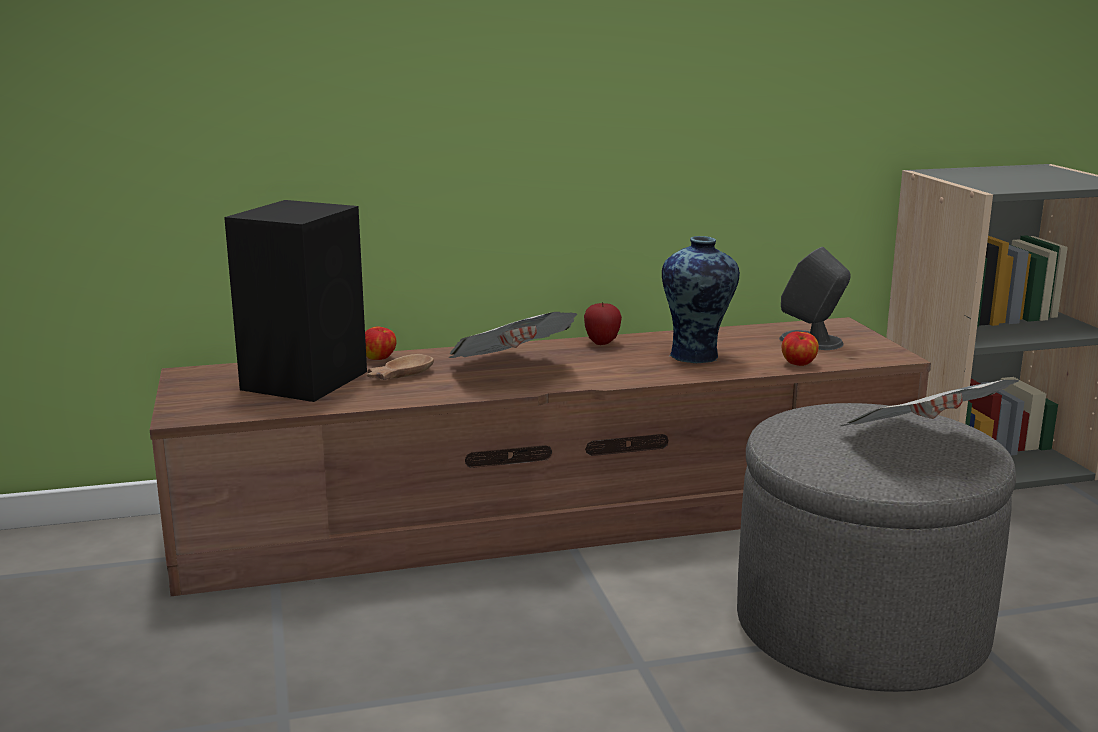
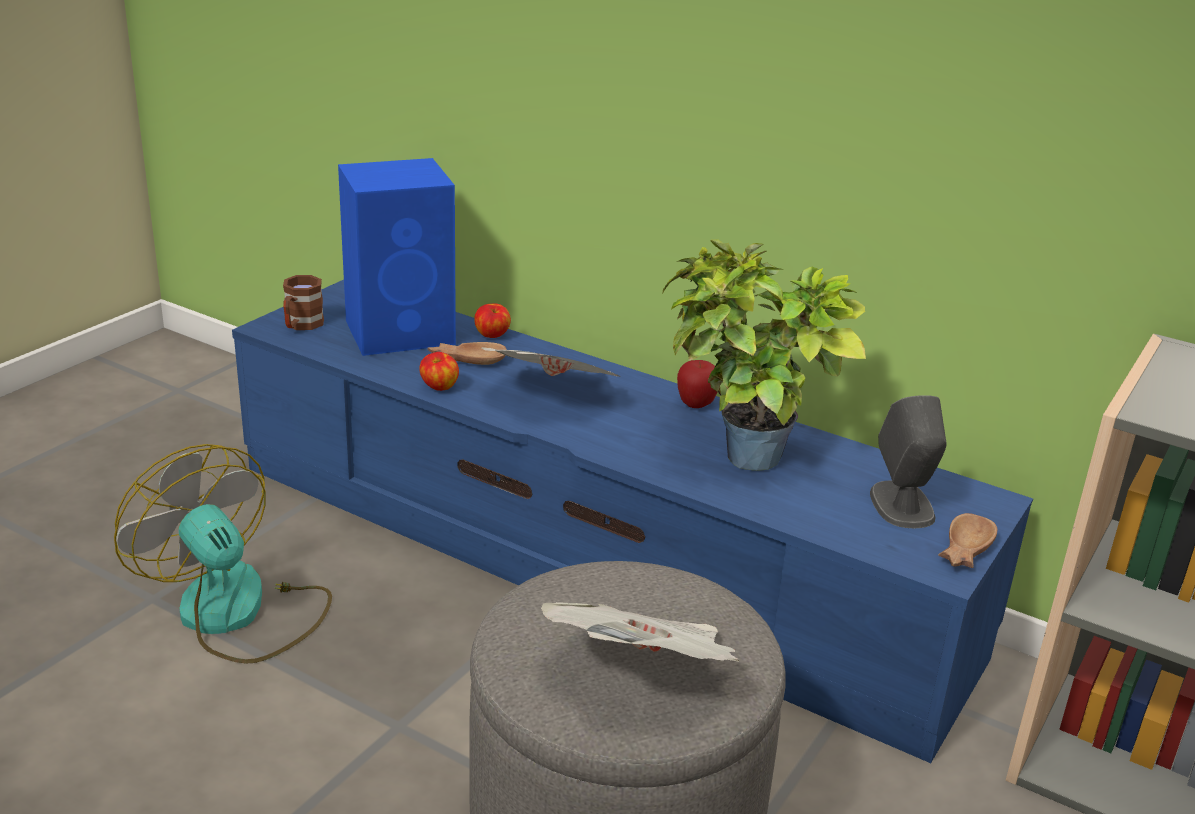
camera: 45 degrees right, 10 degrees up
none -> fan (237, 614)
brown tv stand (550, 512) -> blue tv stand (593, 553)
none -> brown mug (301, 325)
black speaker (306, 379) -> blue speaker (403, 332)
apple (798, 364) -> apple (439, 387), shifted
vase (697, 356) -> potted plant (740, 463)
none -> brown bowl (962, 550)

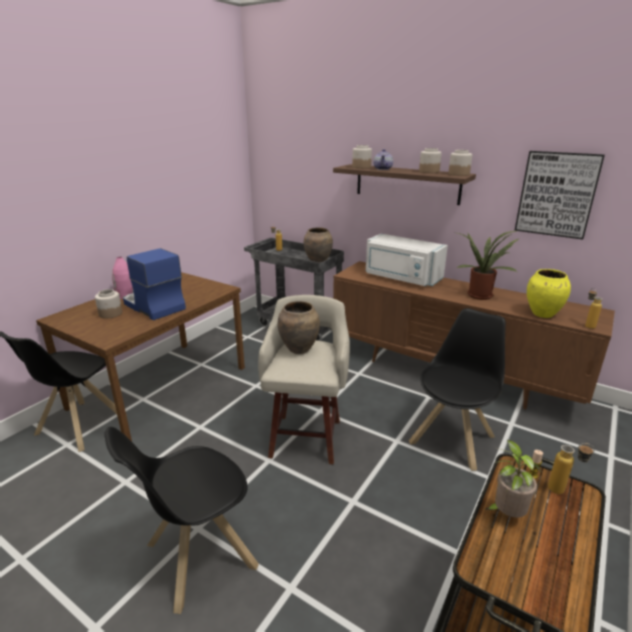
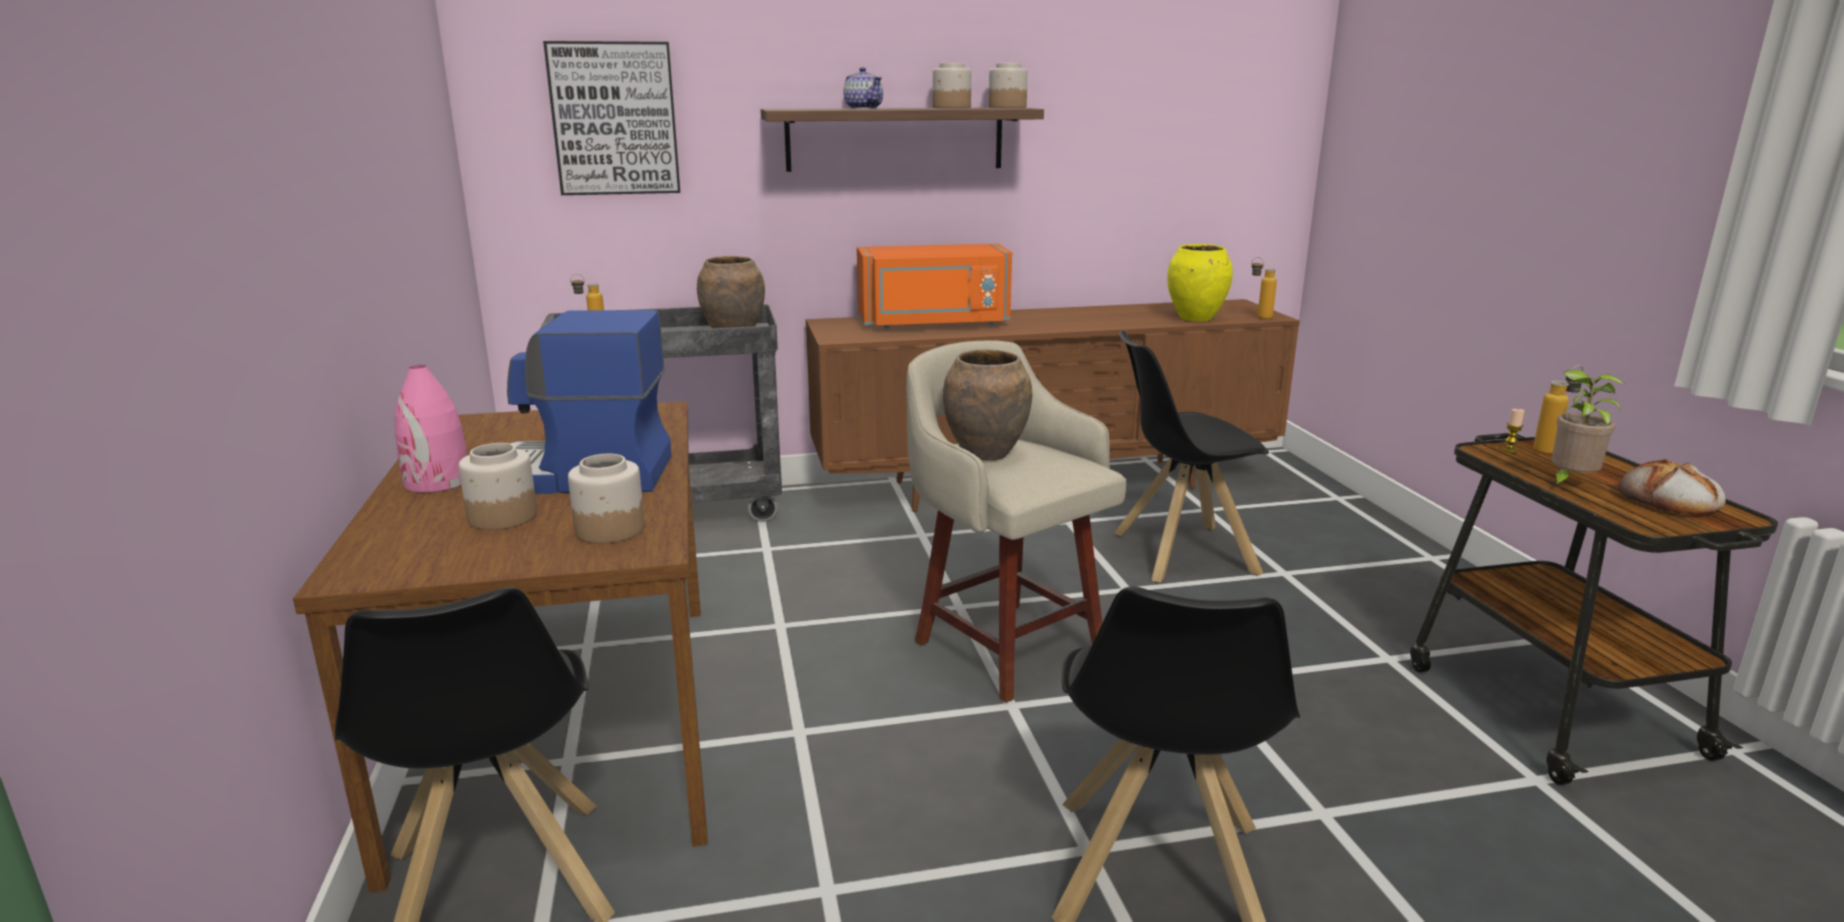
camera: 45 degrees left, 5 degrees down
picture (557, 194) -> picture (614, 119), shifted
jar (361, 167) -> jar (609, 530), shifted
white microwave (401, 278) -> orange microwave (934, 323)
black chair (453, 438) -> black chair (1179, 553), 90 degrees counterclockwise
none -> bread (1669, 499)
potted plant (480, 294) -> none

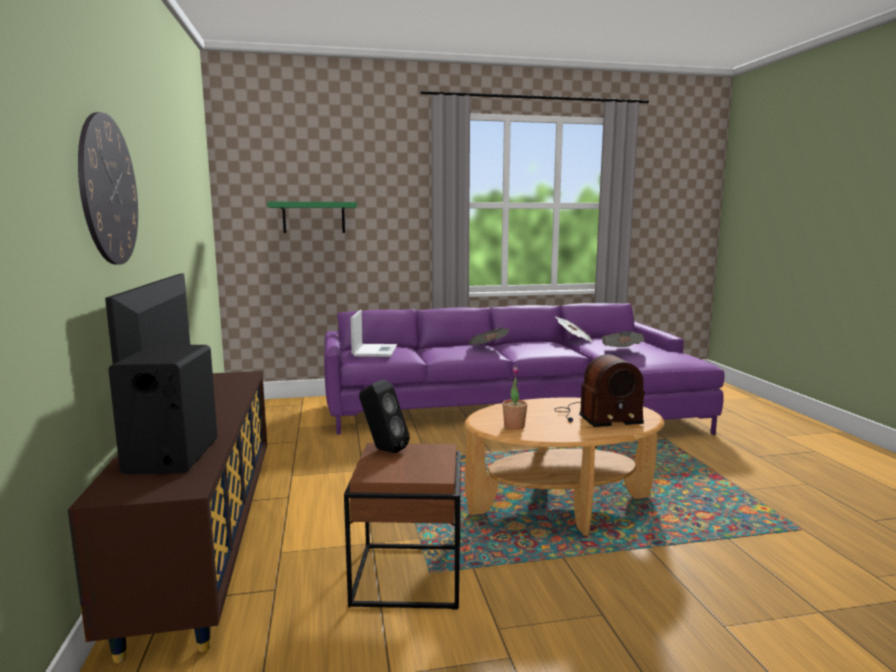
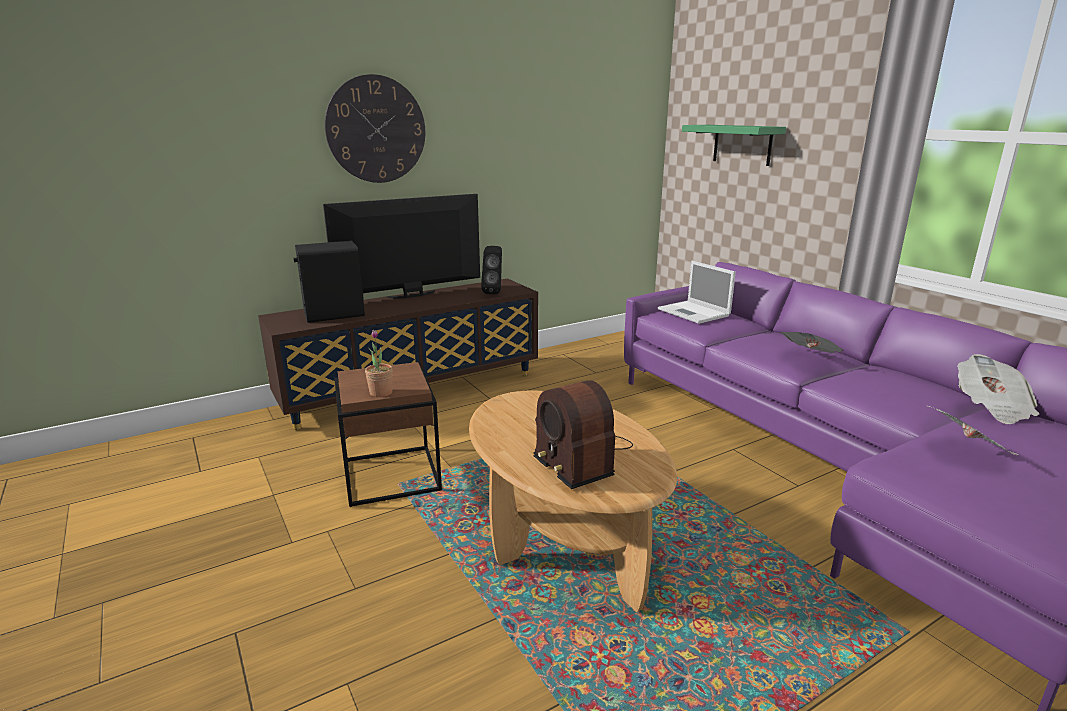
camera: 70 degrees right, 10 degrees up
potted plant (514, 426) -> potted plant (381, 393), shifted
black speaker (383, 450) -> black speaker (494, 292), shifted
laptop (375, 350) -> laptop (694, 313), 75 degrees clockwise

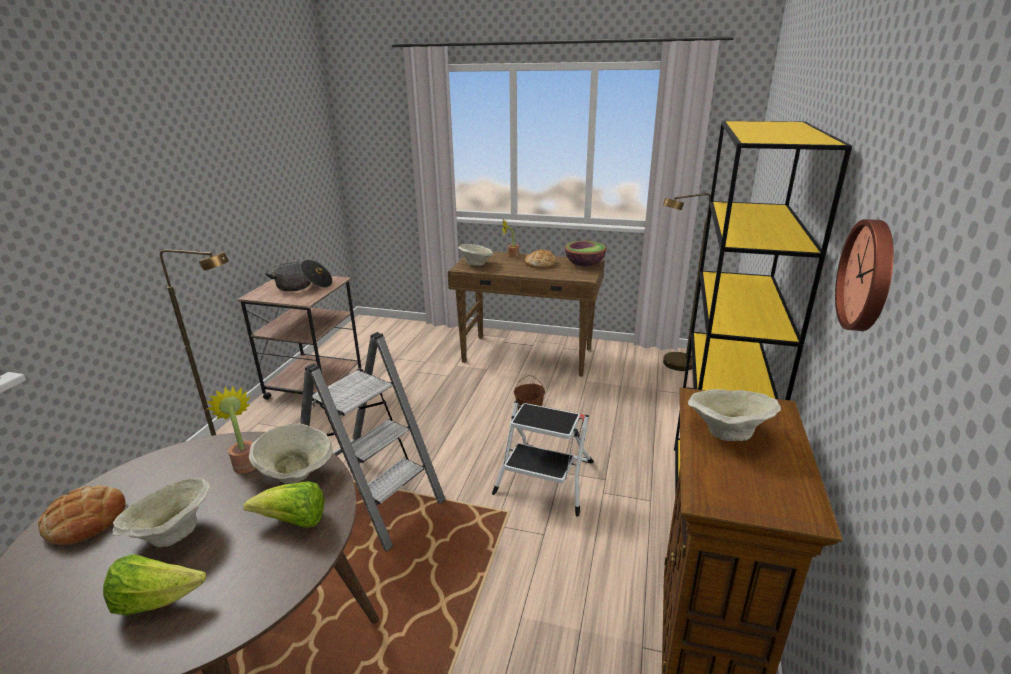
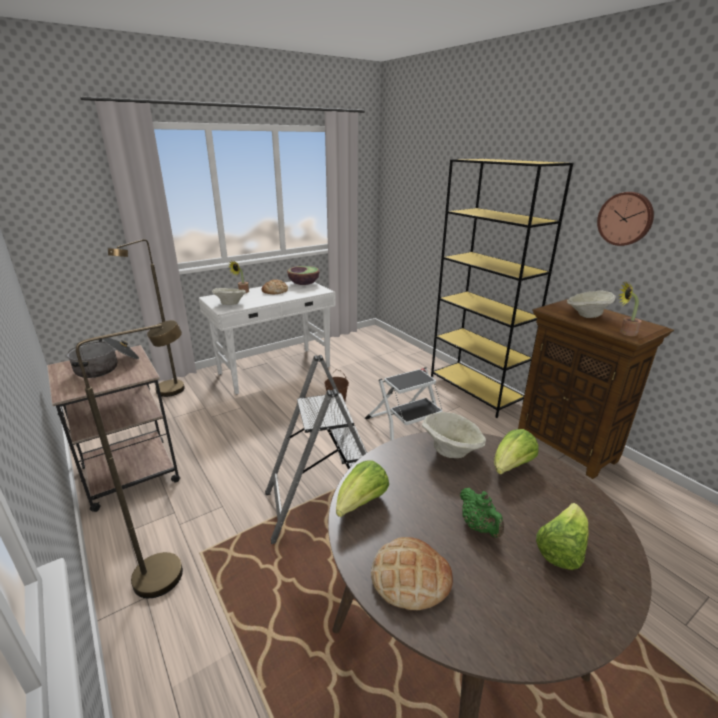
camera: 50 degrees left, 0 degrees up
brown floor lamp (672, 366) -> brown floor lamp (166, 393), shifted
brown console table (528, 355) -> white console table (275, 370)
none -> lettuce (361, 503)
beige bowl (172, 534) -> green teapot (479, 527)
potted plant (245, 462) -> potted plant (624, 333), shifted

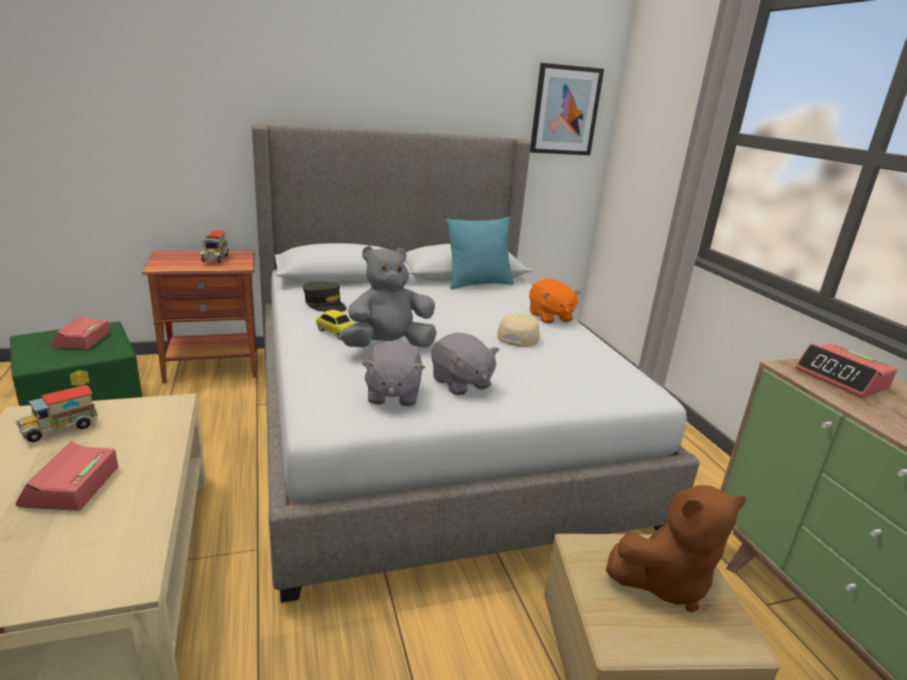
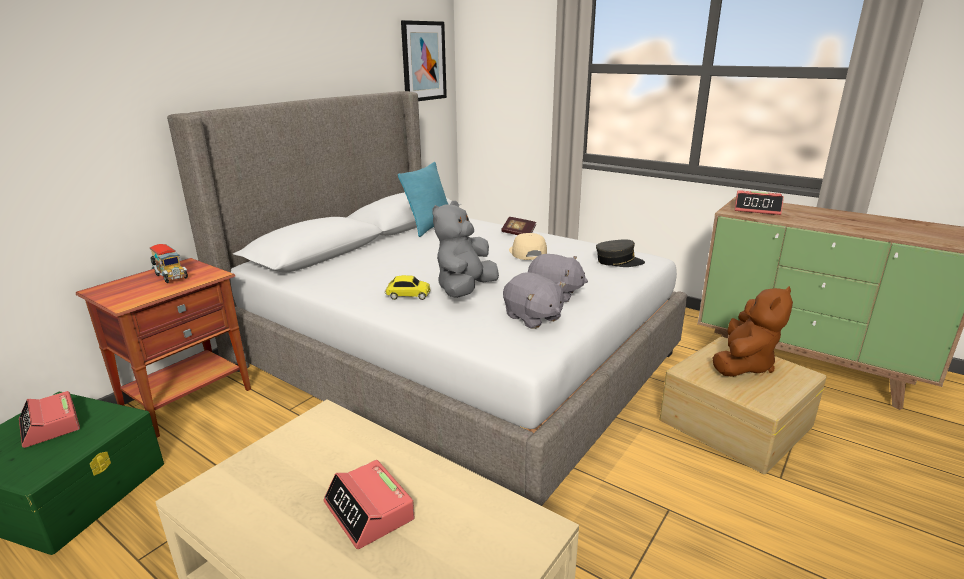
camera: 35 degrees left, 0 degrees up
orange plush toy (550, 317) -> book (518, 233)
grey cap (325, 305) -> grey cap (618, 261), shifted
toy truck (59, 429) -> none

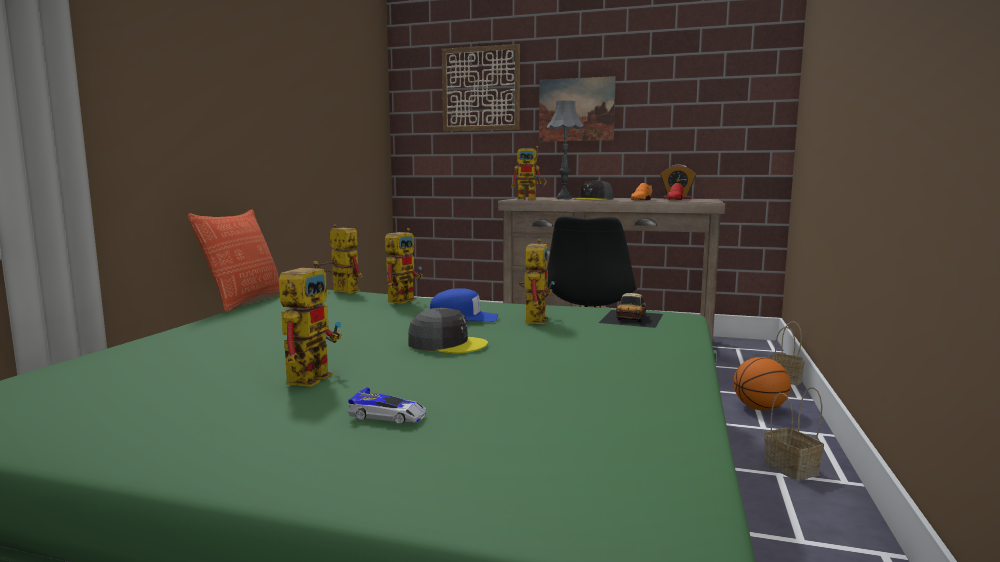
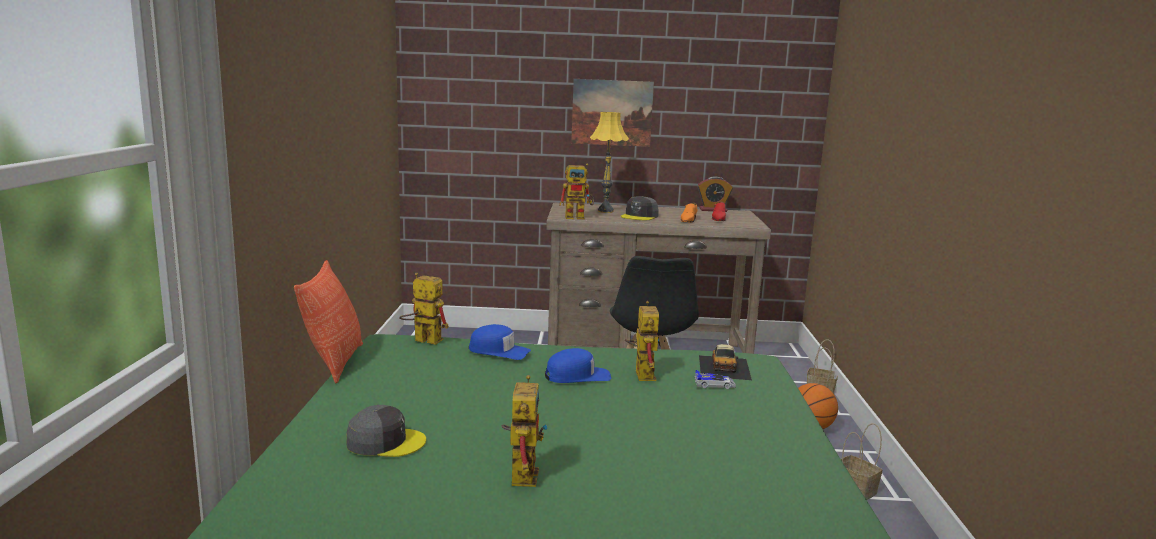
camera: 15 degrees left, 5 degrees up
grey cap (447, 344) -> grey cap (385, 442), shifted
toy robot (403, 299) -> blue cap (499, 351)
grey table lamp (564, 198) -> yellow table lamp (605, 211)
toy car (388, 415) -> toy car (715, 384), shifted
picture (480, 87) -> none

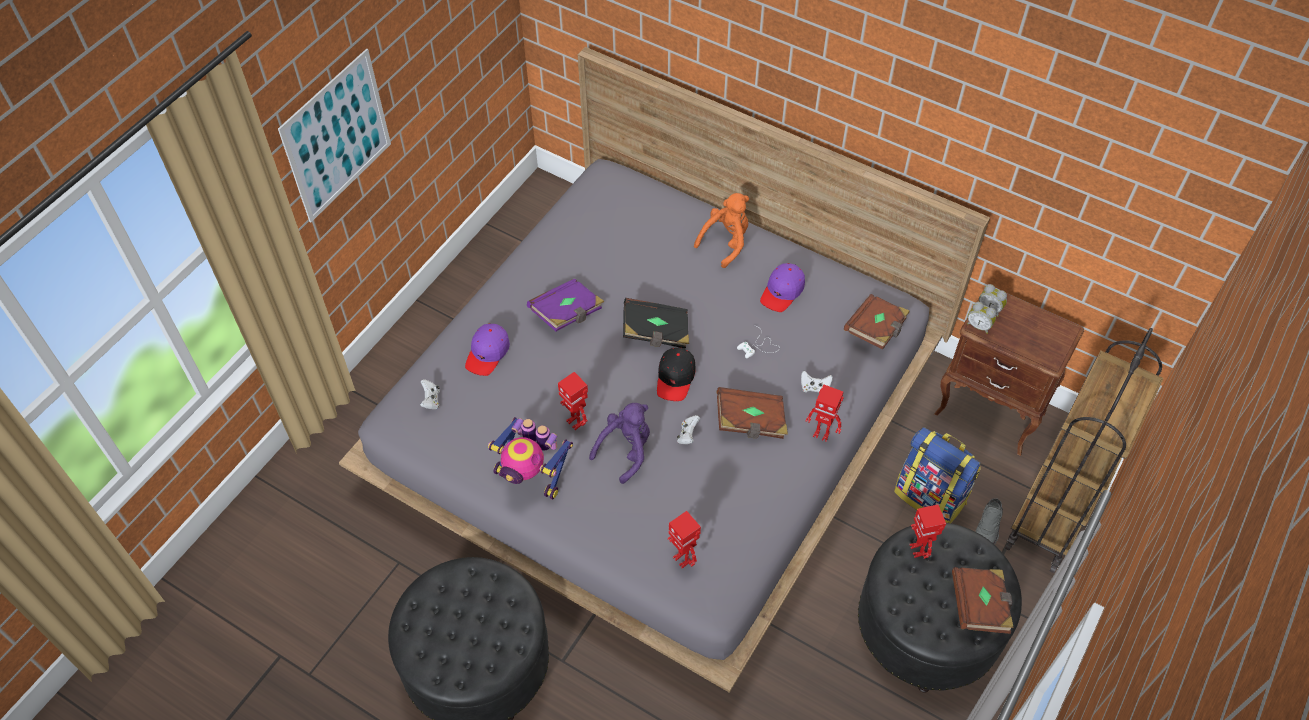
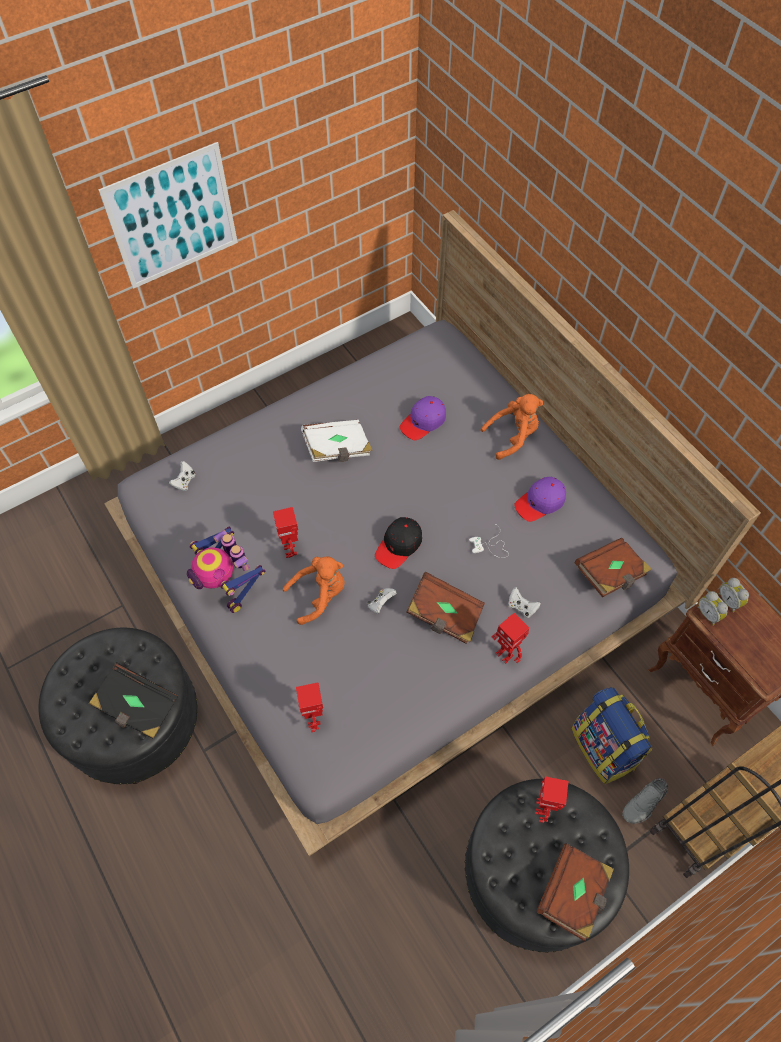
camera: 25 degrees right, 5 degrees up
black book (656, 332) -> black book (137, 707), shifted
purple plush toy (626, 450) -> orange plush toy (319, 595)
purple book (567, 313) -> white book (337, 449)
purple cap (488, 353) -> purple cap (423, 422), shifted

